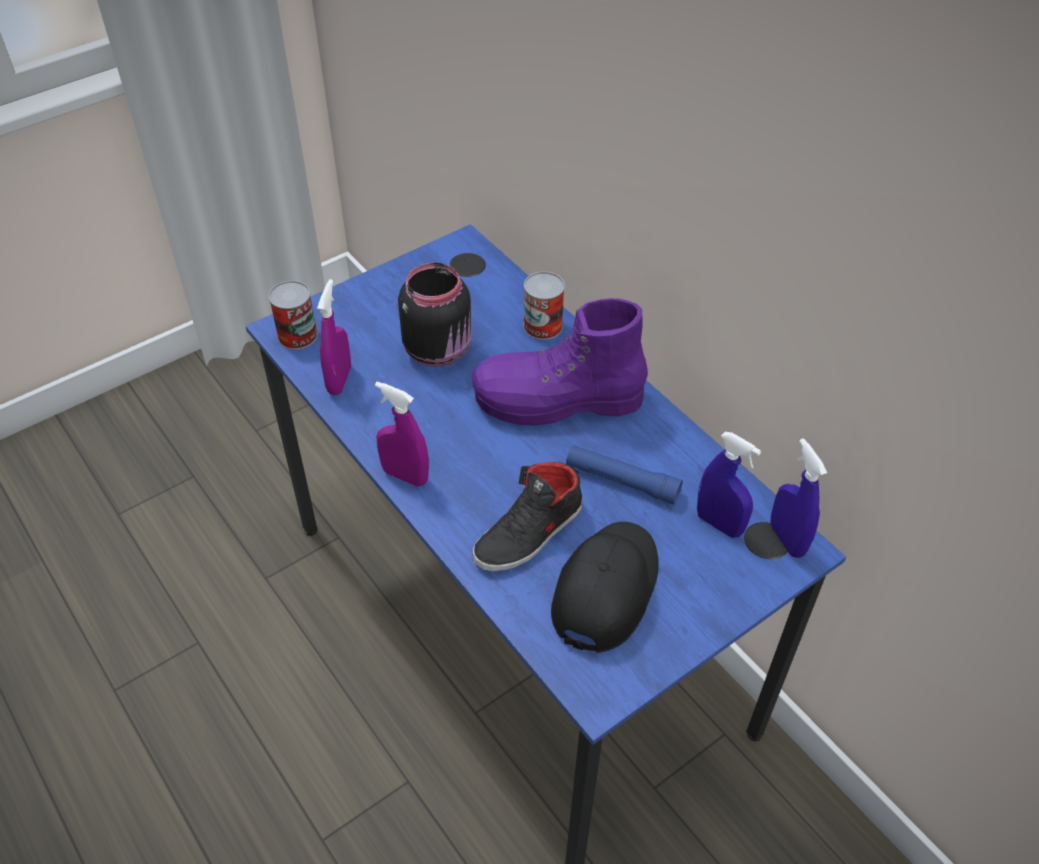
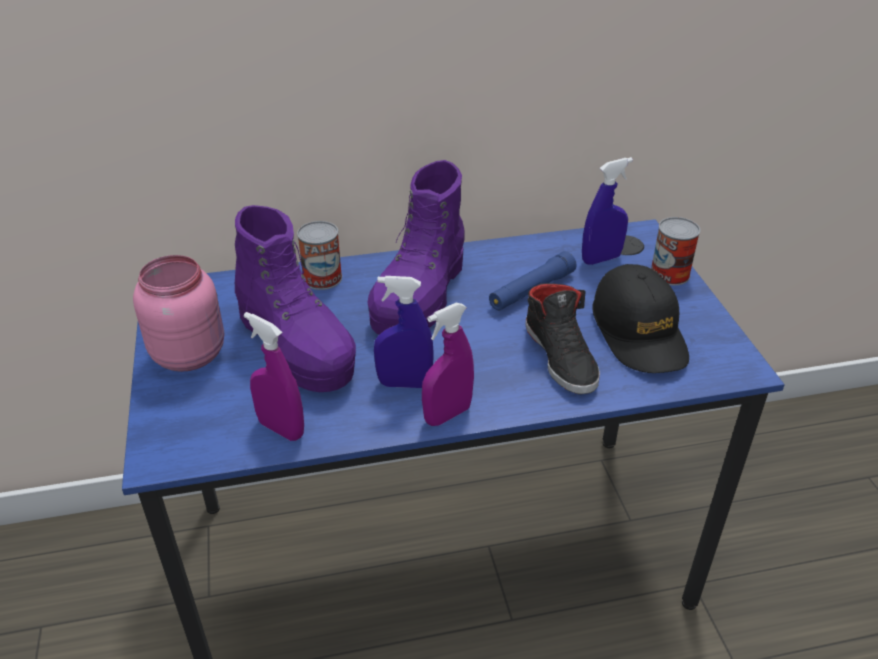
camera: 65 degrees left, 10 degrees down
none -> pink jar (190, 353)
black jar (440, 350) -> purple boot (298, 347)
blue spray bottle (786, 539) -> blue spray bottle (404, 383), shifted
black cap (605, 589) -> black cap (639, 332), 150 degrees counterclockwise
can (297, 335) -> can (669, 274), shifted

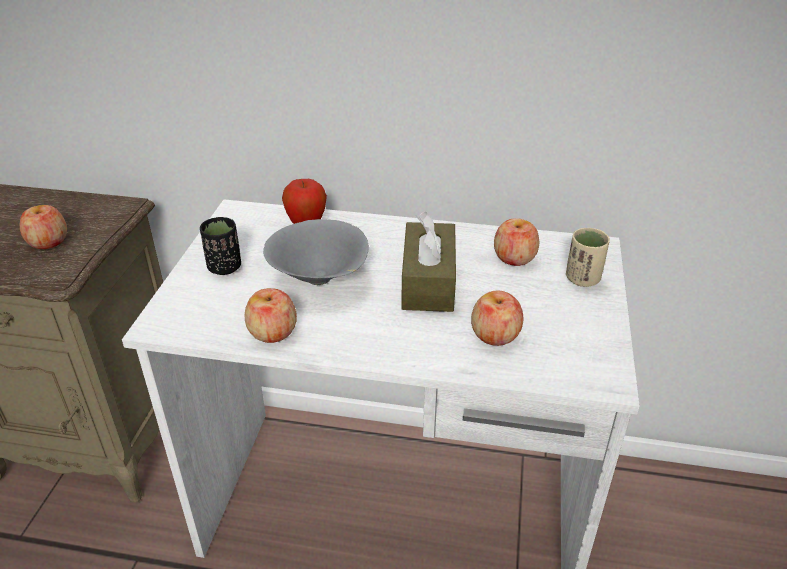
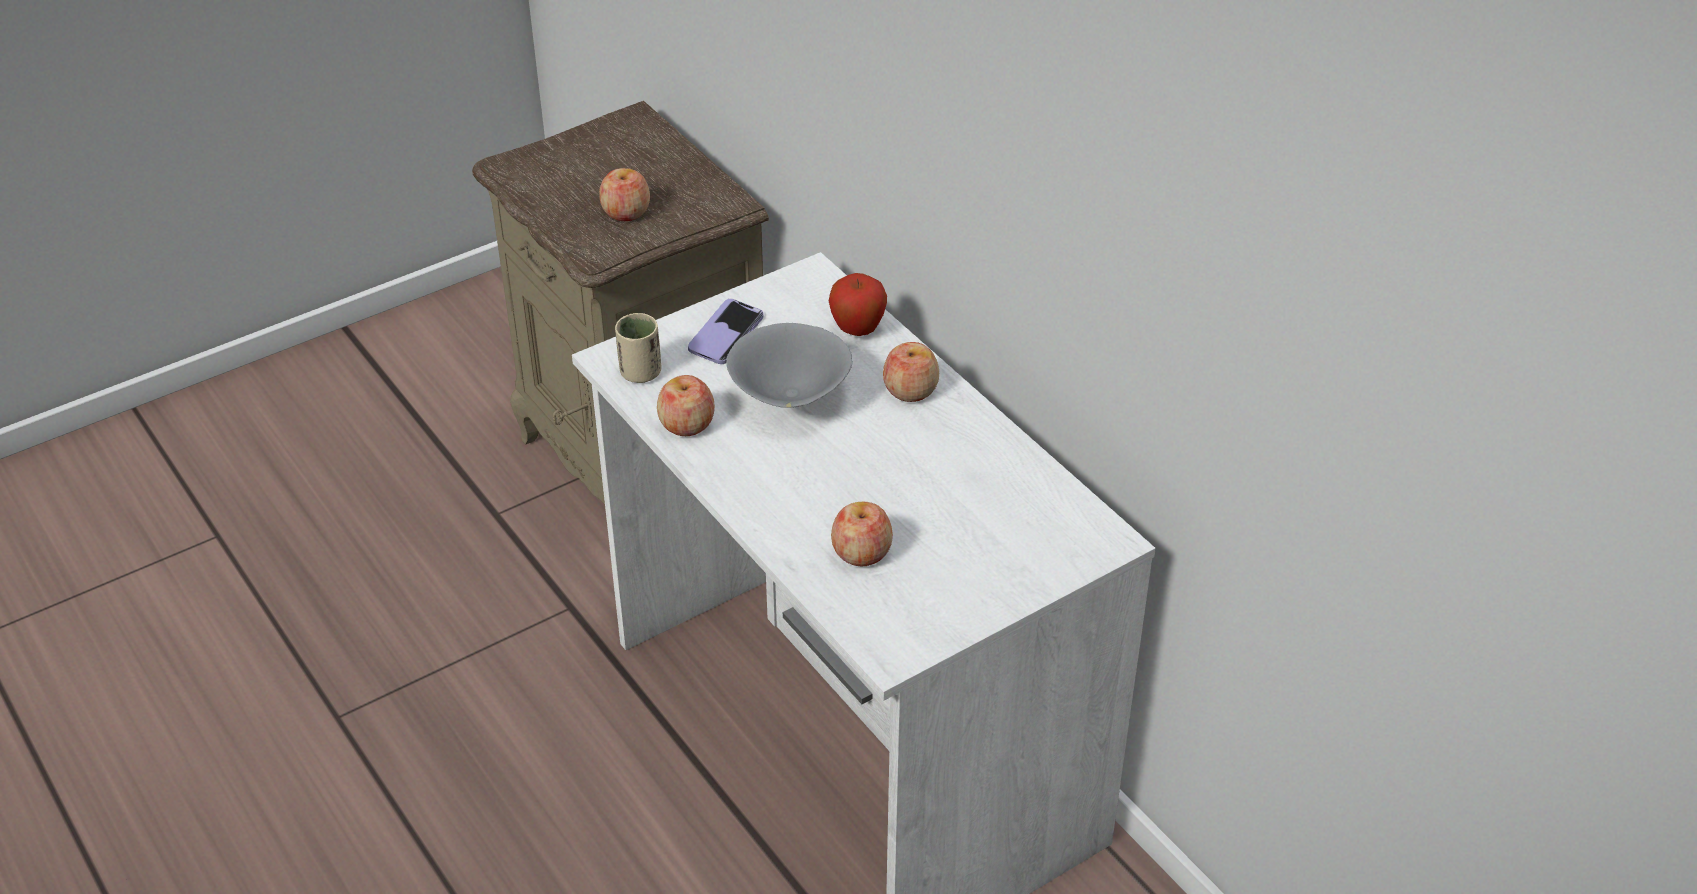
camera: 45 degrees right, 5 degrees up
beige cup (582, 279) -> beige cup (640, 373), shifted
black cup (224, 267) -> phone (726, 334)
apple (514, 257) -> apple (910, 390), shifted
brown tissue box (428, 282) -> none

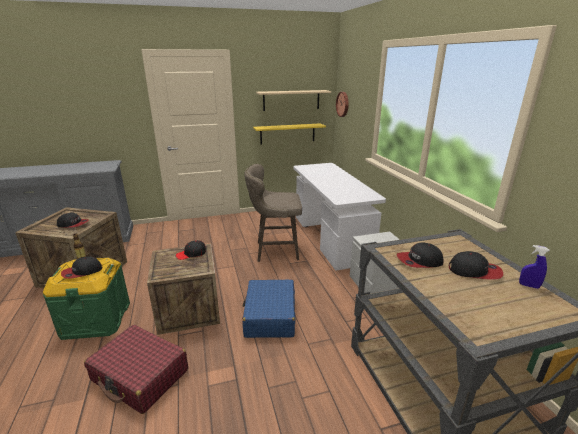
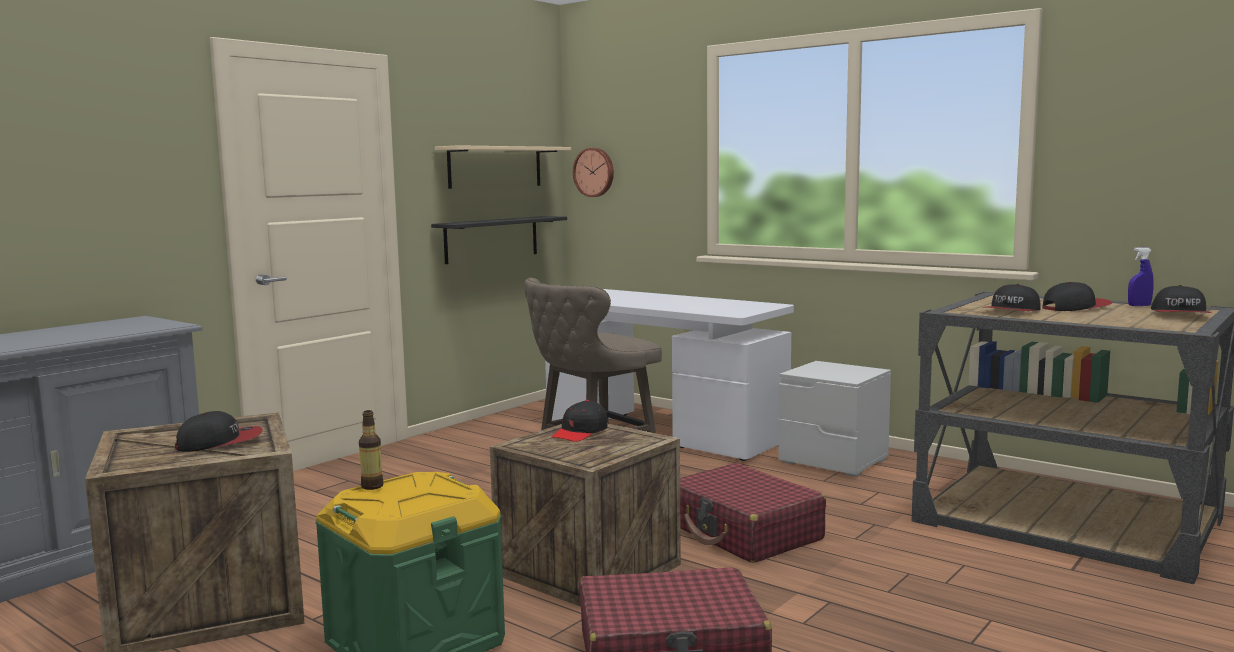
camera: 35 degrees left, 15 degrees down
yellow shelf (287, 133) -> black shelf (491, 239)
blue suitcase (270, 316) -> red suitcase (744, 532)
cap (82, 272) -> cap (1180, 314), shifted

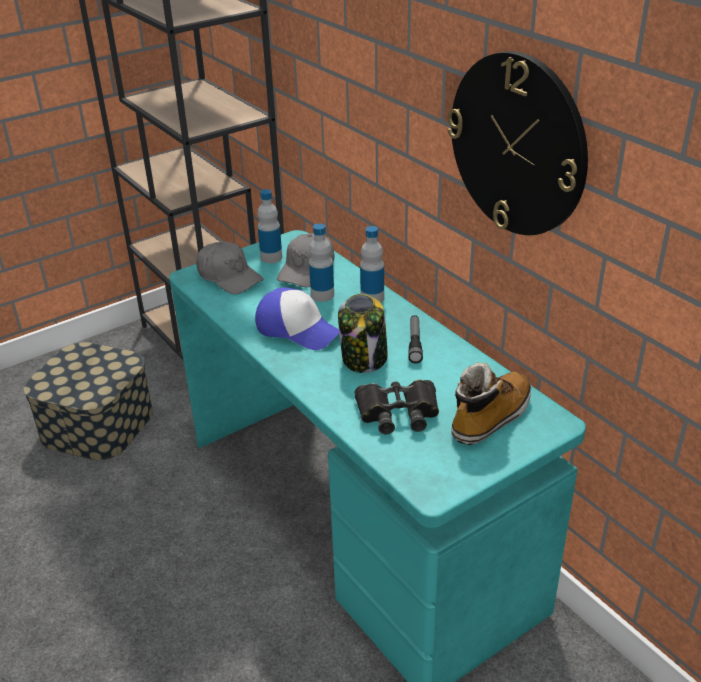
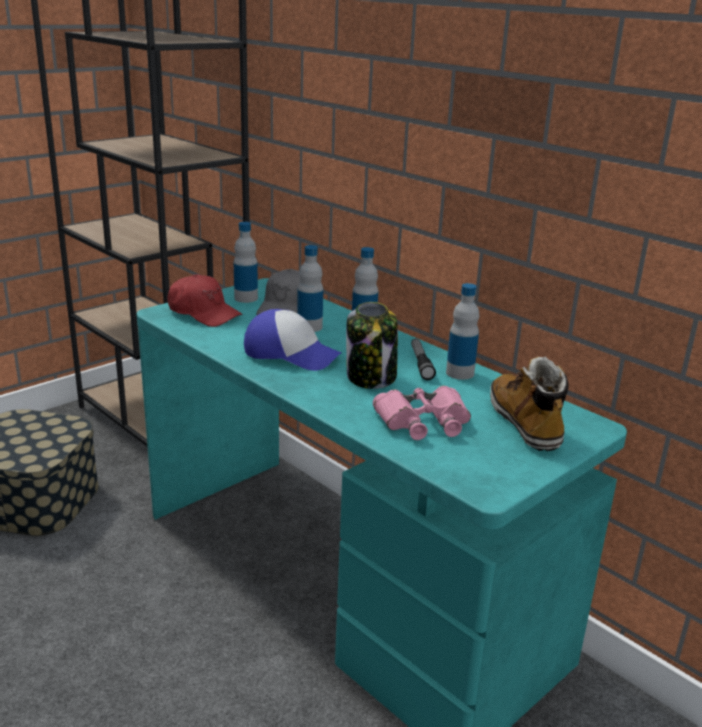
camera: 10 degrees left, 10 degrees down
grey cap (229, 277) -> red cap (204, 313)
black binoculars (397, 412) -> pink binoculars (423, 421)
none -> bottle (460, 373)
boot (491, 417) -> boot (525, 423), 45 degrees counterclockwise
wall clock (517, 145) -> none

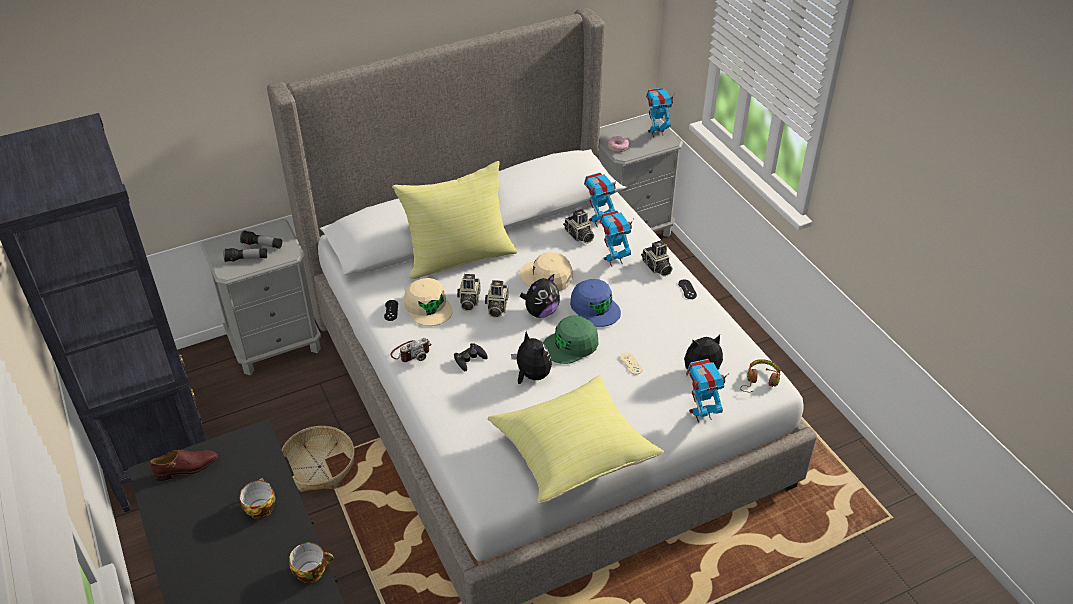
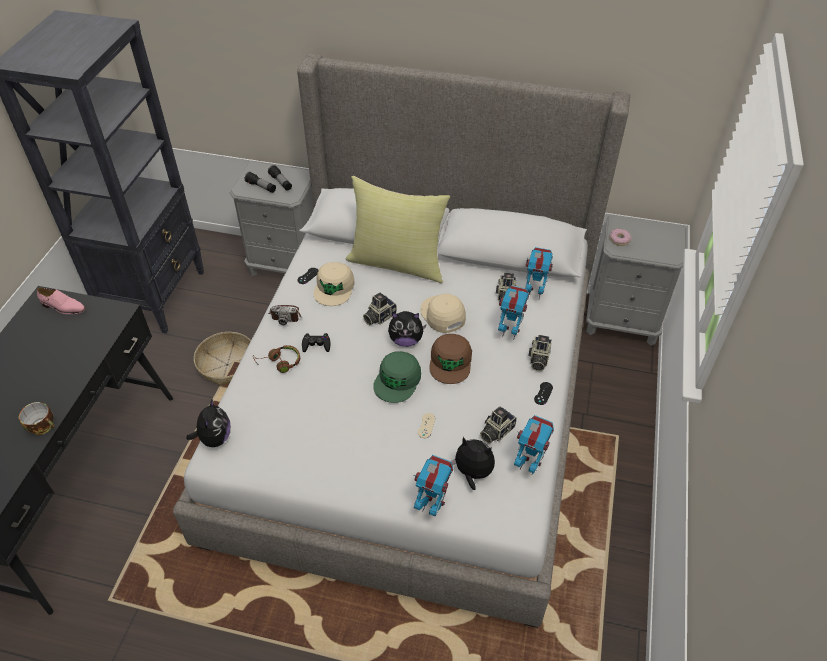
camera: 40 degrees right, 5 degrees up
brown shoe (187, 468) -> pink shoe (63, 307)
plush toy (531, 375) -> plush toy (214, 438), shifted
brown headphones (760, 381) -> brown headphones (279, 363), shifted
green cap (571, 345) -> green cap (398, 380), 75 degrees counterclockwise
blue cap (595, 307) -> brown cap (450, 362)
photo camera (469, 300) -> photo camera (496, 431), shifted
toy robot (656, 133) -> toy robot (529, 465), shifted
cup (260, 507) -> none
yellow pillow (573, 453) -> none

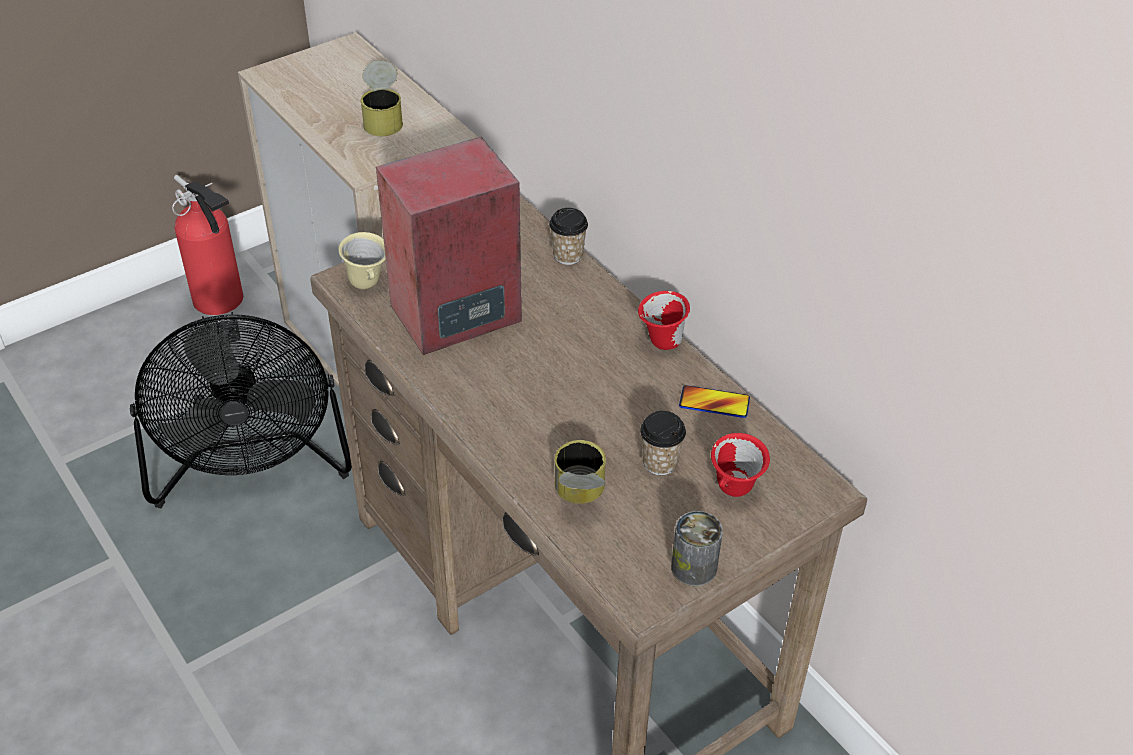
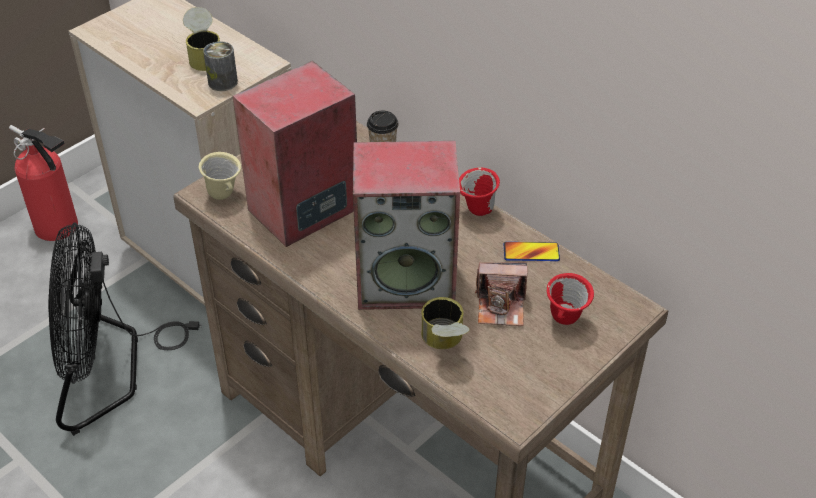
camera: 10 degrees left, 0 degrees up
black fan (244, 464) -> black fan (112, 362), 105 degrees clockwise
can (694, 567) -> can (223, 82), shifted
none -> speaker (407, 280)
cup (660, 463) -> photo camera (501, 306)

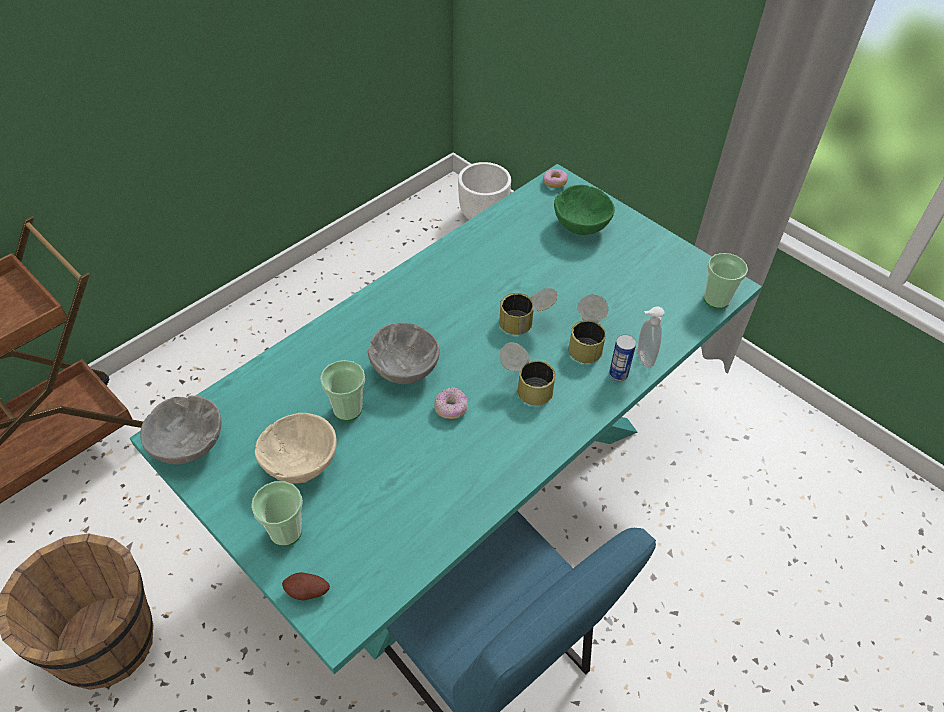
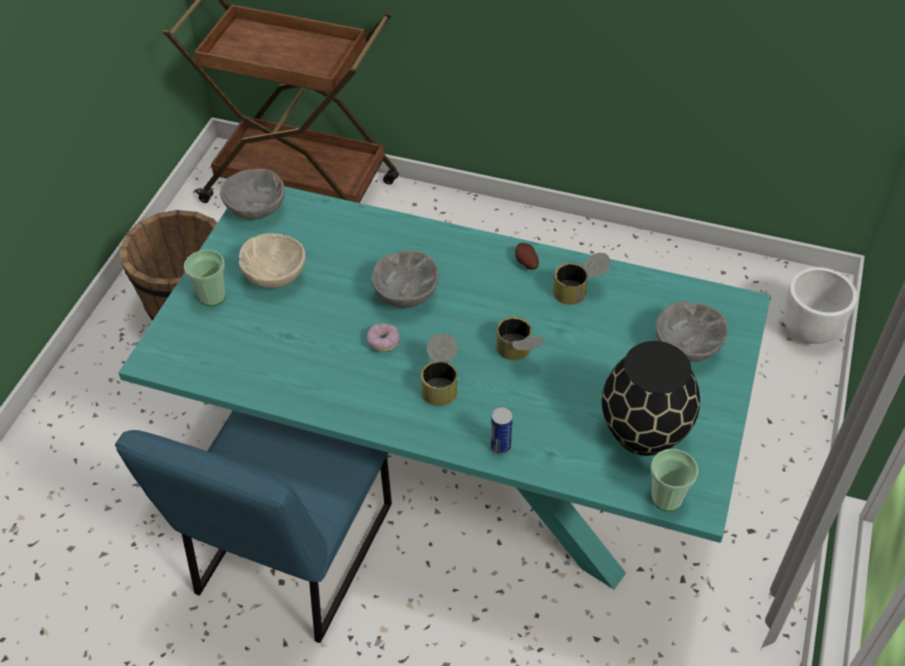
camera: 65 degrees right, 0 degrees up
potato (307, 593) -> potato (526, 263), shifted
can (587, 342) -> can (579, 290), shifted
none -> black vase (643, 431)
green bowl (580, 225) -> grey bowl (687, 347)
cup (347, 409) -> none
donut (554, 183) -> none
soap dispenser (643, 358) -> none

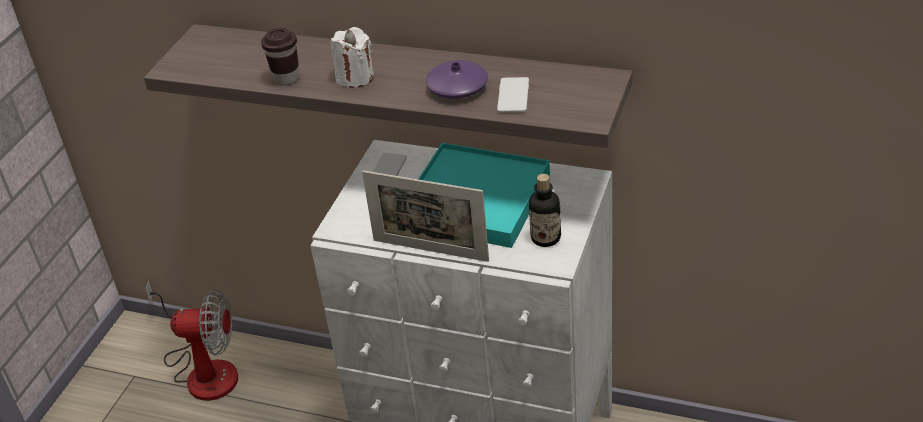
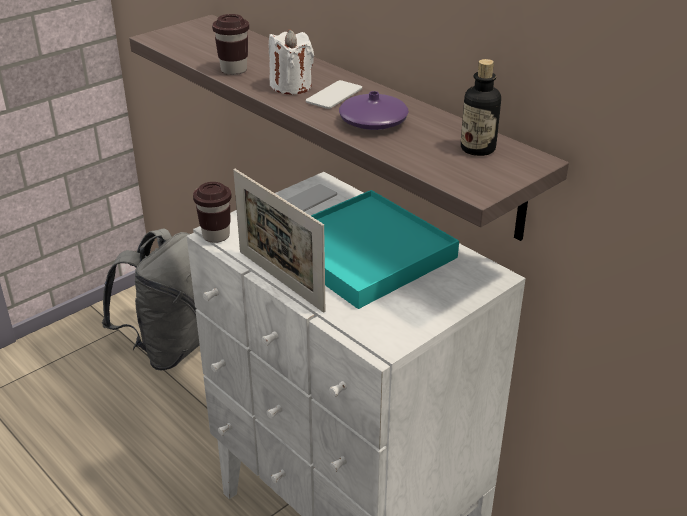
camera: 25 degrees right, 5 degrees down
fan (204, 370) -> grey backpack (170, 347)
none -> brown cup (216, 236)
phone (513, 96) -> phone (334, 96), shifted
bottle (545, 238) -> bottle (477, 149), shifted

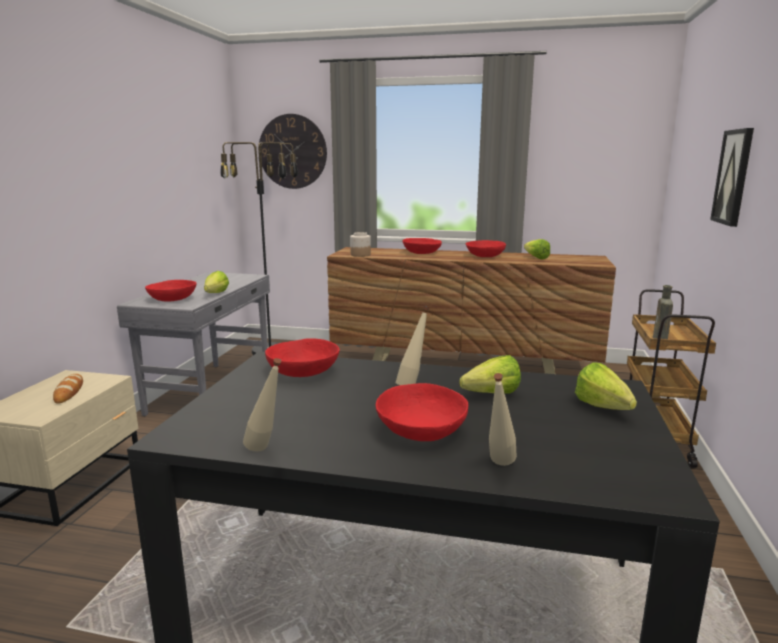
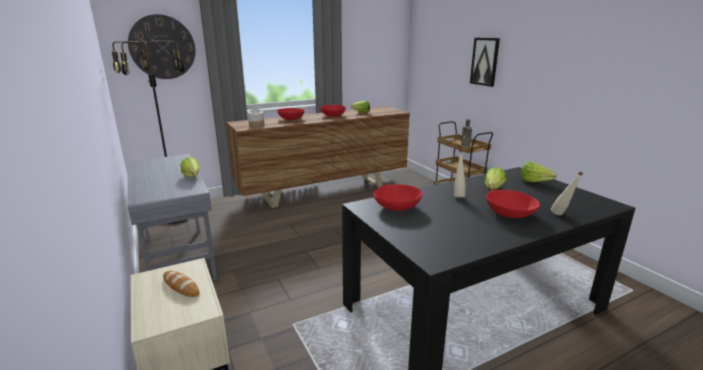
camera: 40 degrees left, 5 degrees up
red bowl (172, 299) -> none
beige bottle (266, 450) -> none

